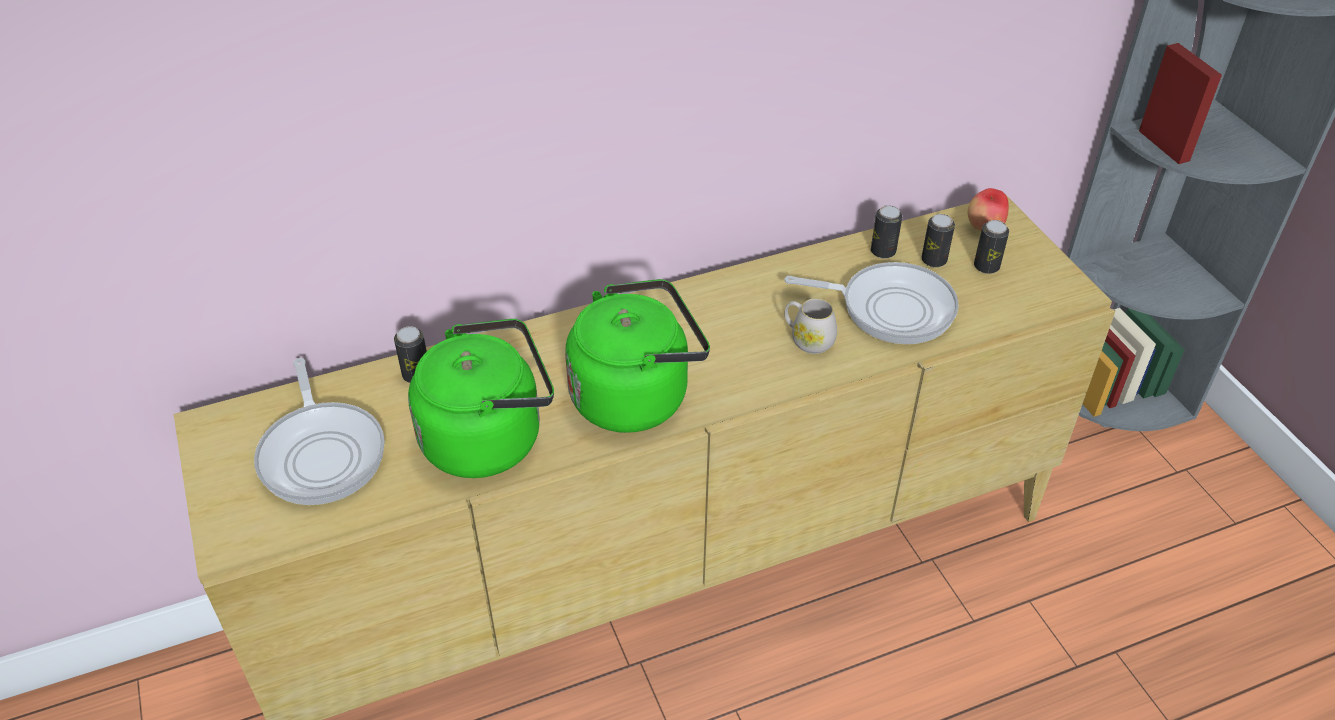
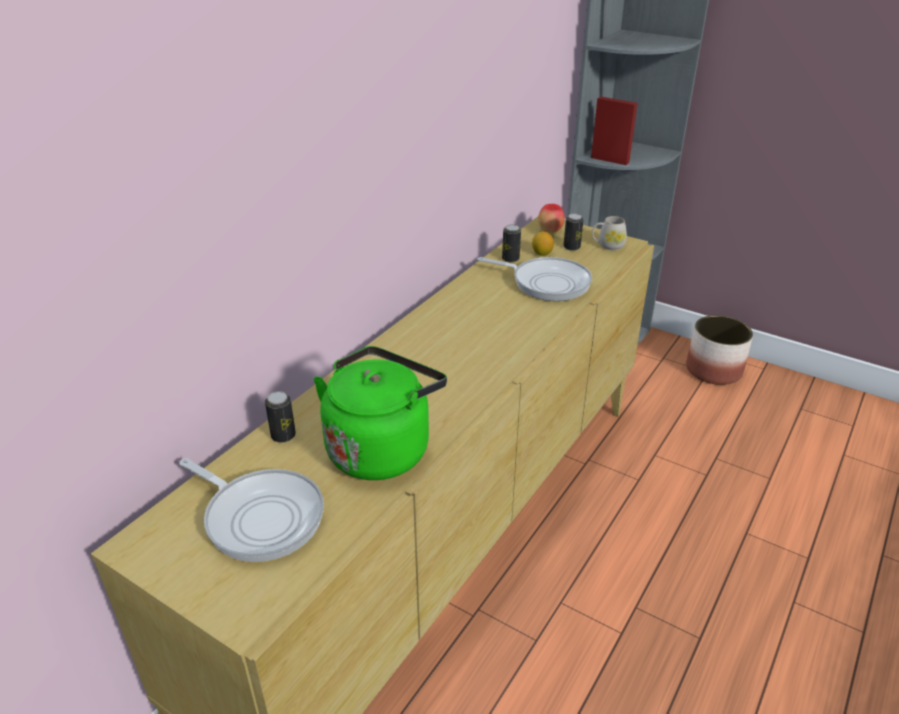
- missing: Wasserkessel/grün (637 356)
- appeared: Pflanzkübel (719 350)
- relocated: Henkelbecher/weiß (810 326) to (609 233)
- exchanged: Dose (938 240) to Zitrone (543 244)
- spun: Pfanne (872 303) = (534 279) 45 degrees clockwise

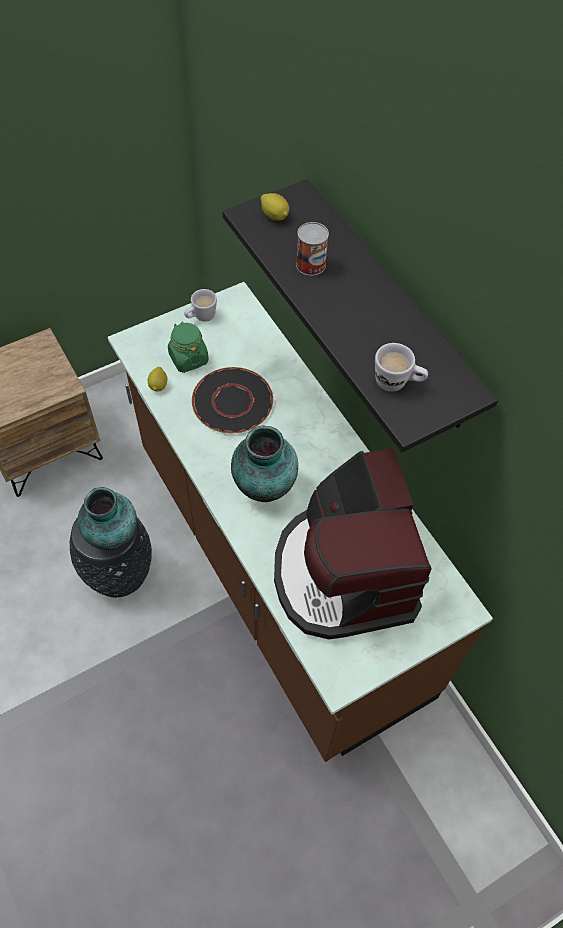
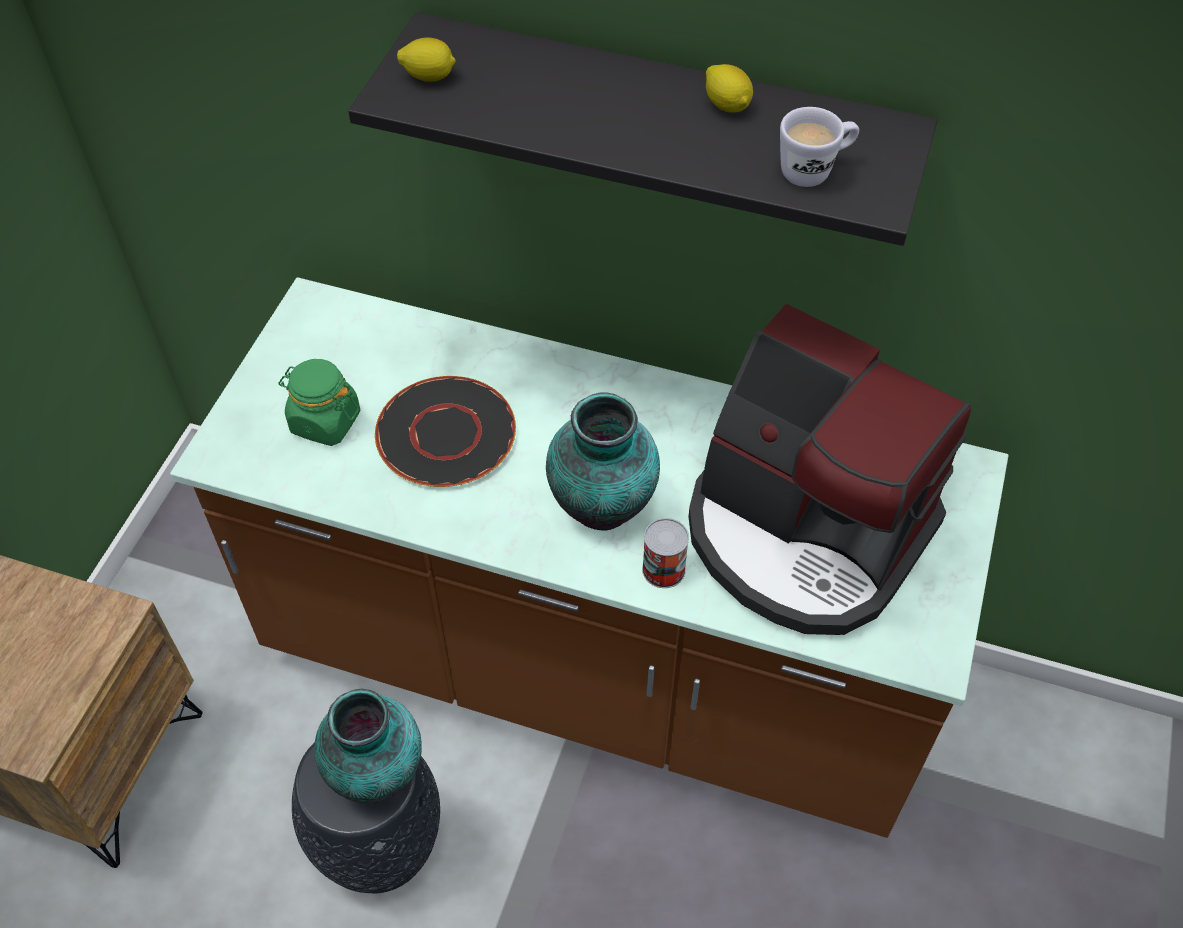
- missing: Henkelbecher/weiß (200 305)
- relocated: Zitrone (157 379) to (729 88)
- relocated: Dose (312 249) to (665 553)

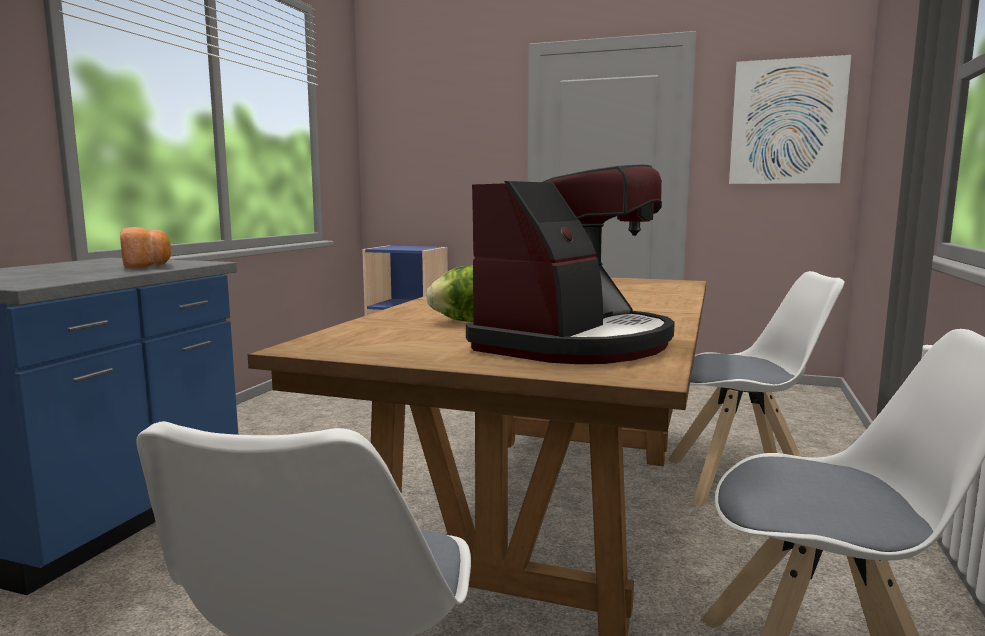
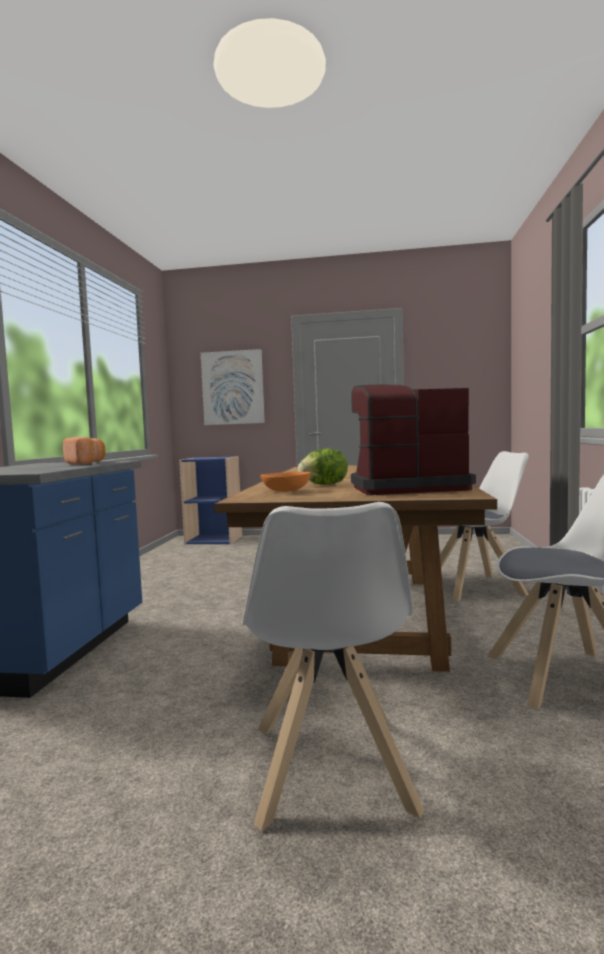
- appeared: Schüssel/orange (286 482)
- relocated: Bild (790 119) to (233 387)
- spun: Kaffeemaschine (570 264) = (413 440) 120 degrees counterclockwise

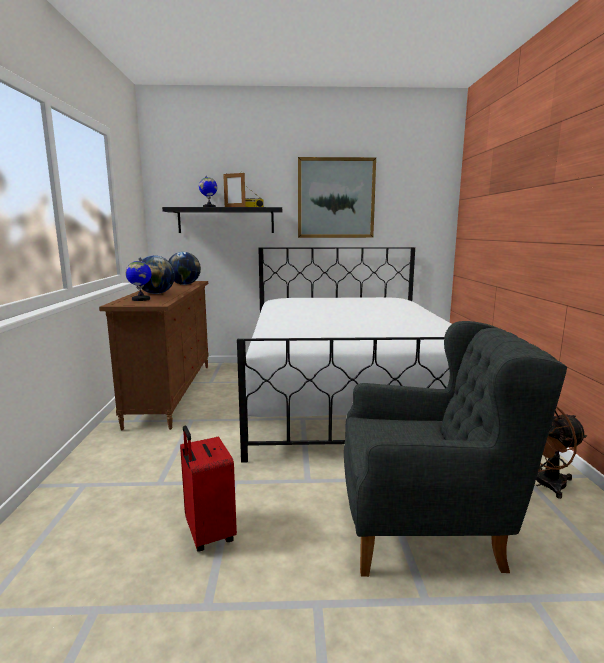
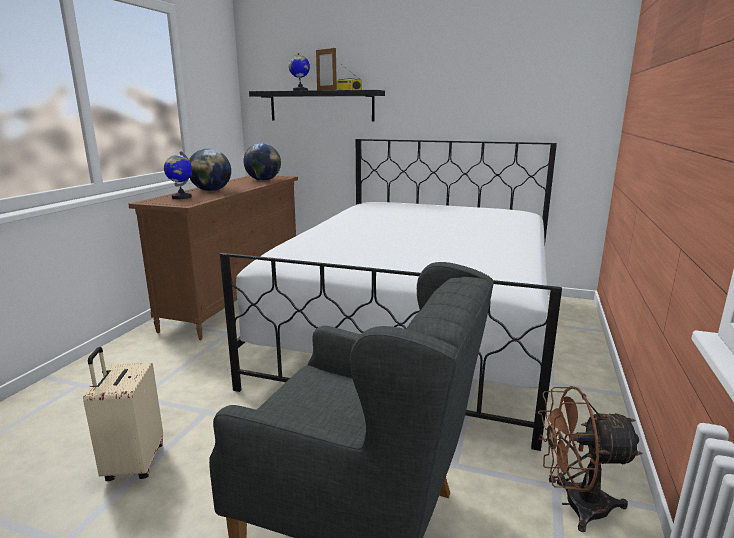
- missing: Bild (337 197)
- colour: Koffer/rot (208 489) to Koffer/beige (123 414)

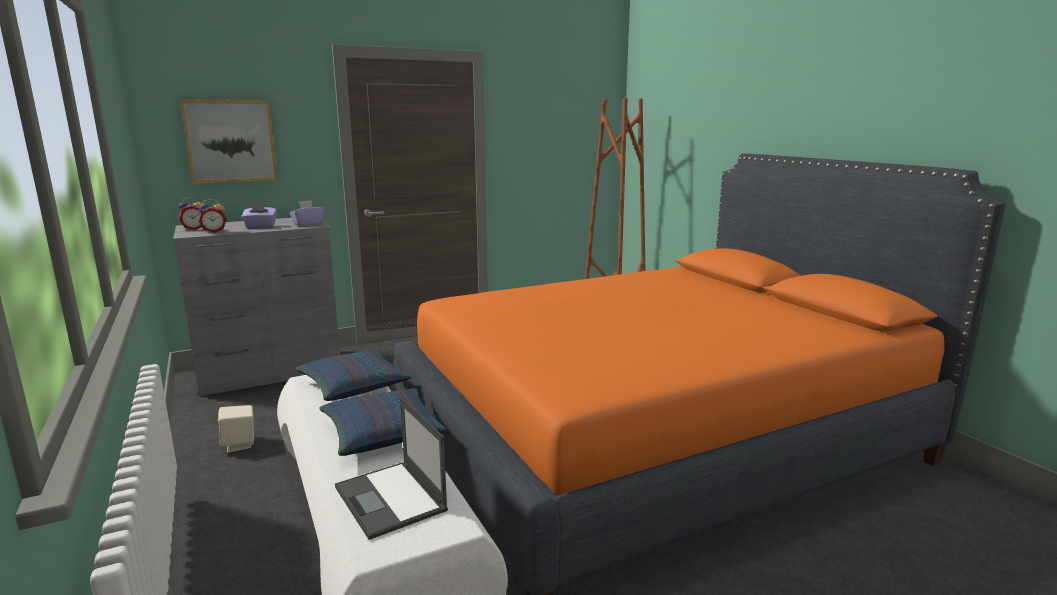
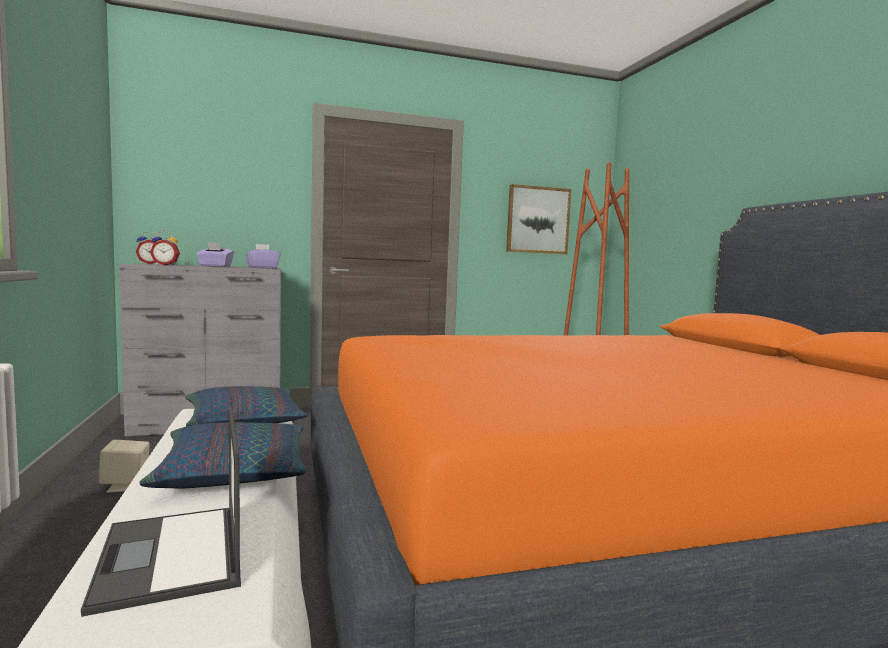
- relocated: Bild (229 141) to (538 219)

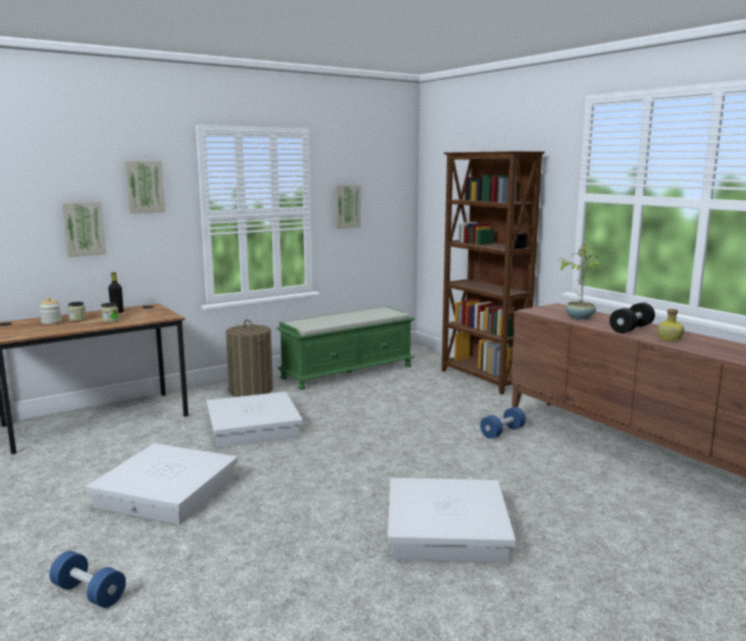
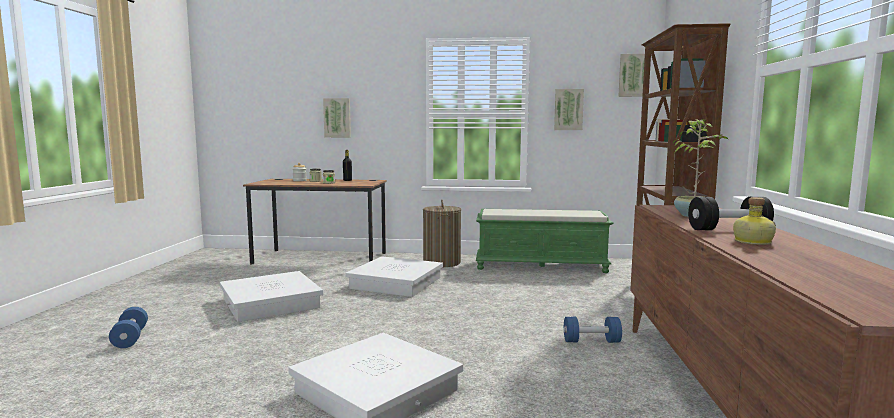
- relocated: Bild (145 187) to (631 75)

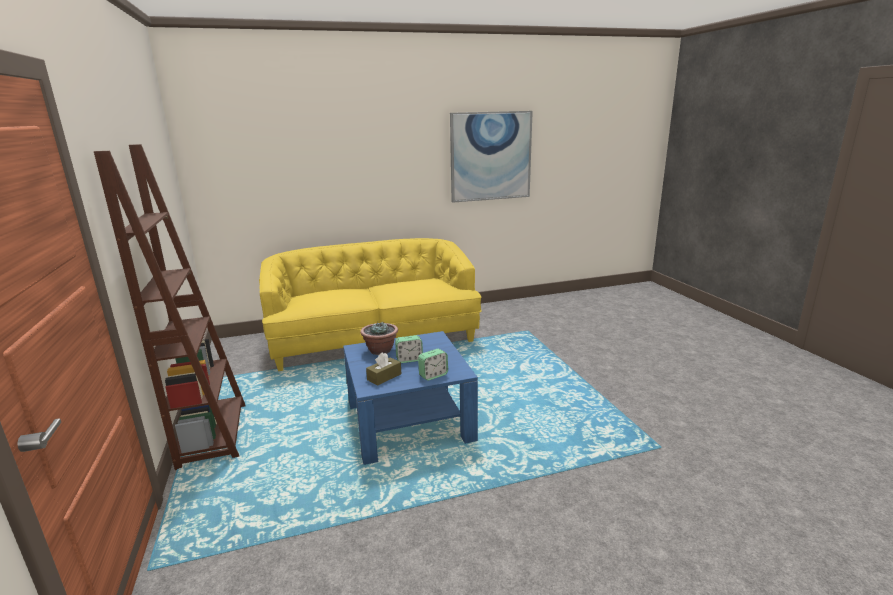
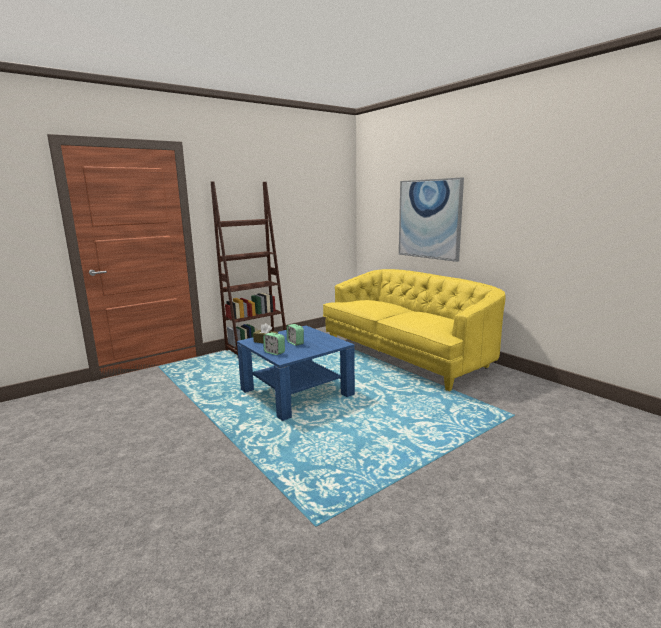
- missing: Topfpflanze (379 338)
- relocated: Bild (491 157) to (431 219)

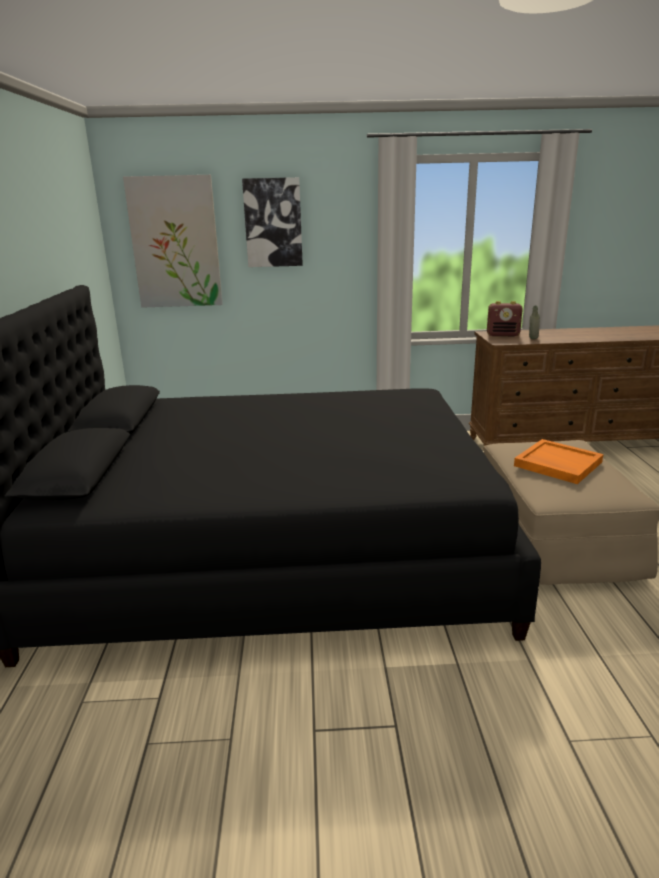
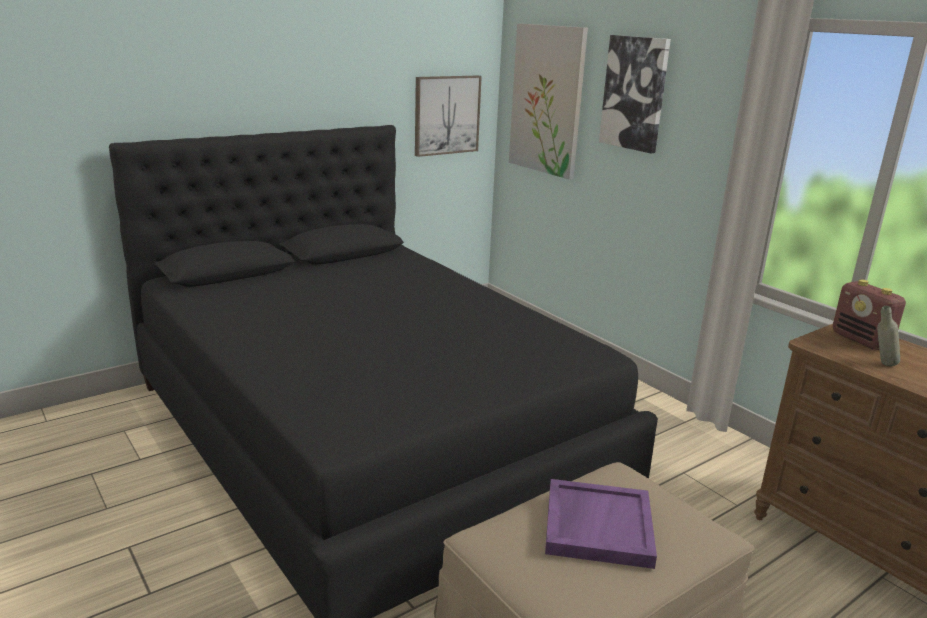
- appeared: Bild (448 116)
- colour: Tablett/orange (559 461) to Tablett/lila (601 524)

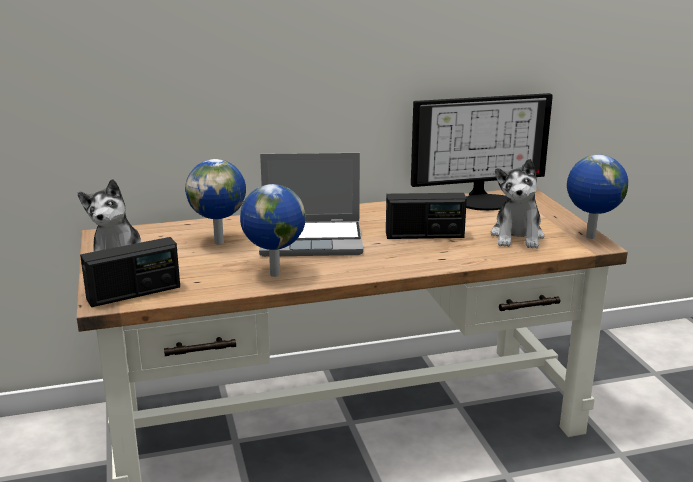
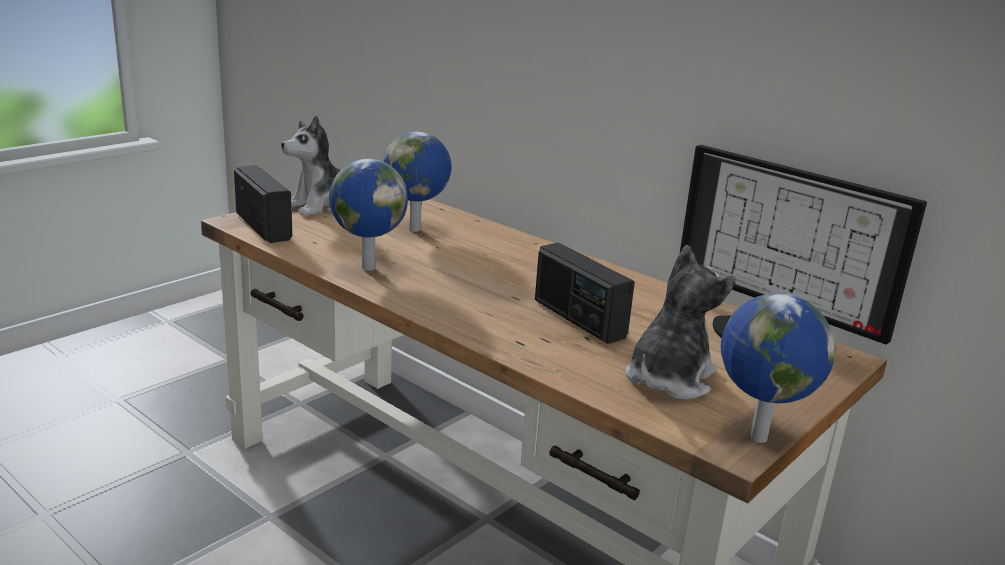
- missing: Laptop (311 205)
- spun: Radio (130 272) = (263 204) 150 degrees counterclockwise
- spun: Plüschtier (517 203) = (680 322) 150 degrees clockwise

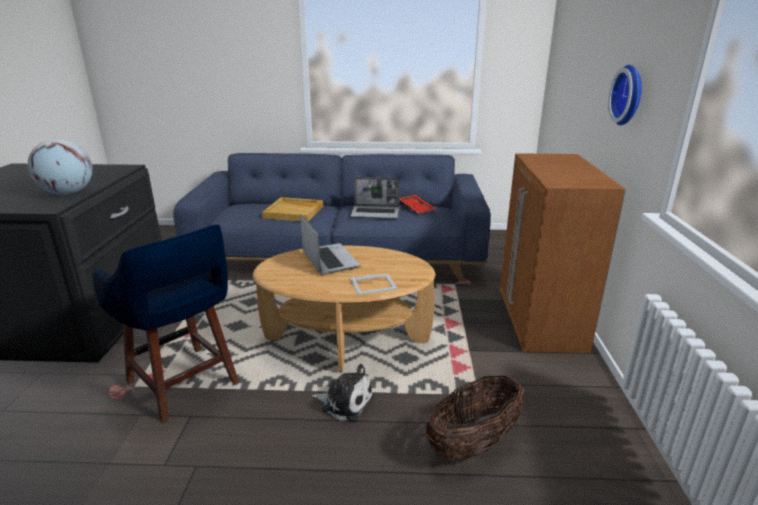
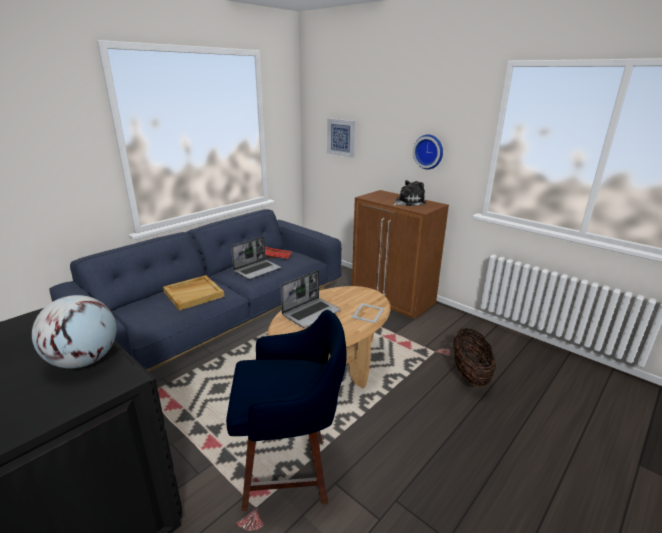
- appeared: Bild (341 137)
- relocated: Plüschtier (343 393) to (409 193)
- spun: Laptop (330 244) = (311 299) 120 degrees clockwise

